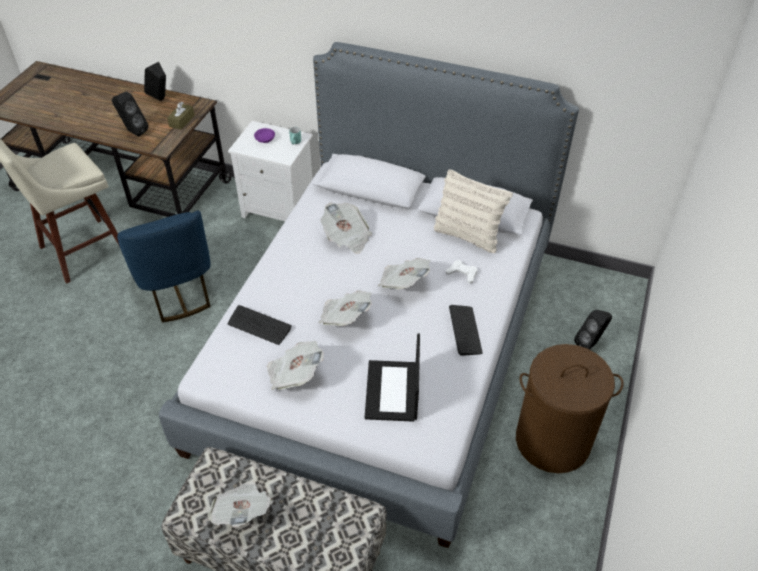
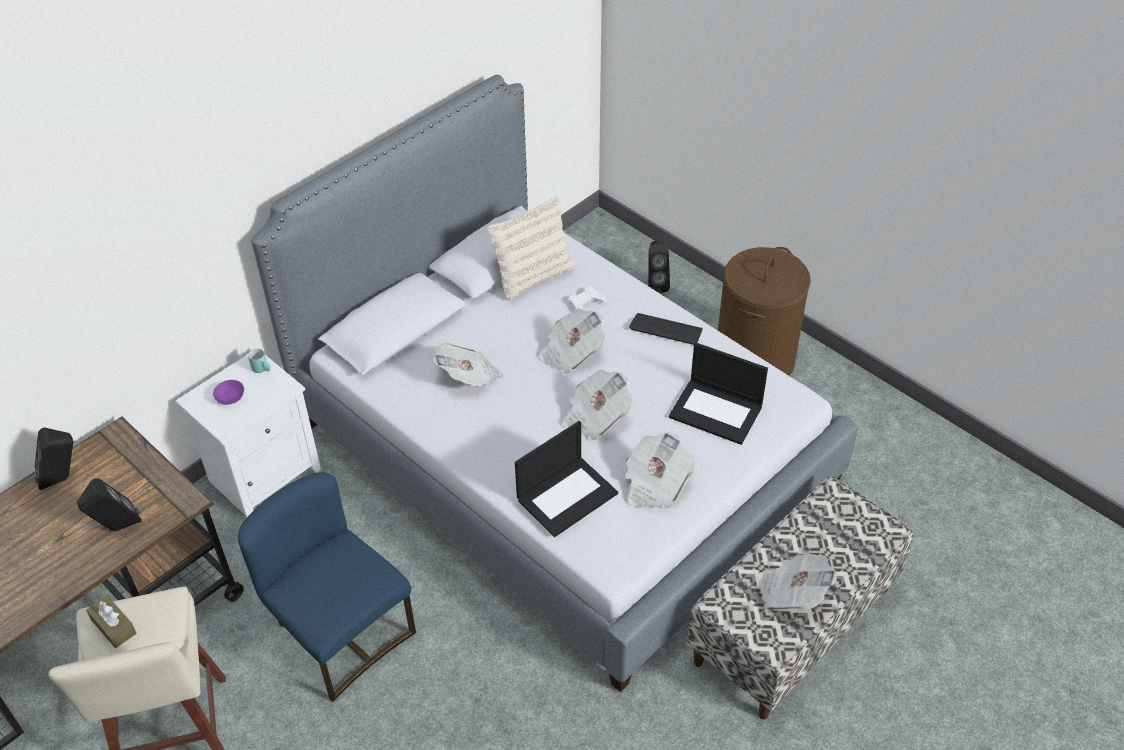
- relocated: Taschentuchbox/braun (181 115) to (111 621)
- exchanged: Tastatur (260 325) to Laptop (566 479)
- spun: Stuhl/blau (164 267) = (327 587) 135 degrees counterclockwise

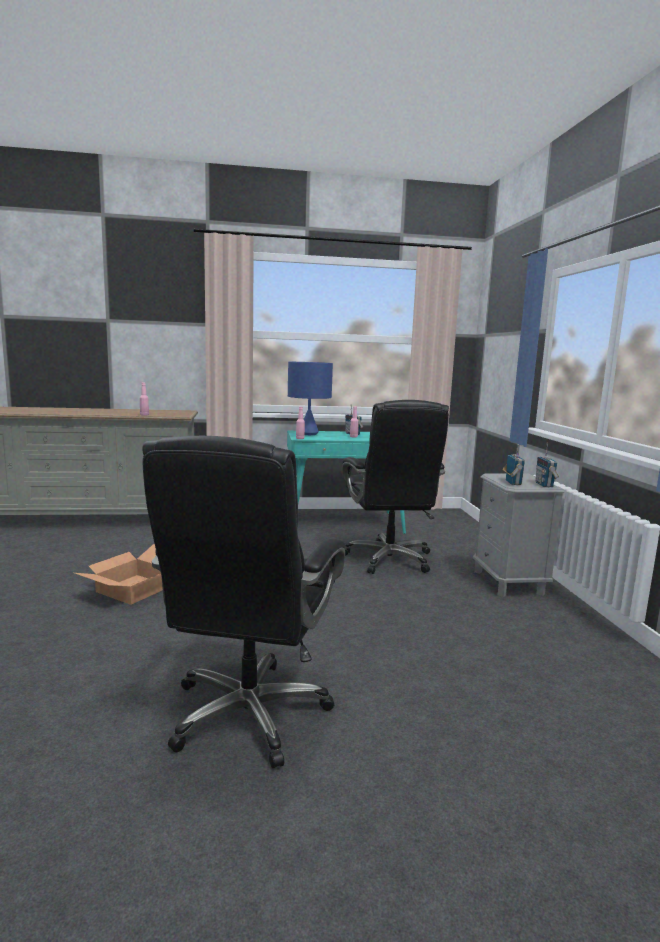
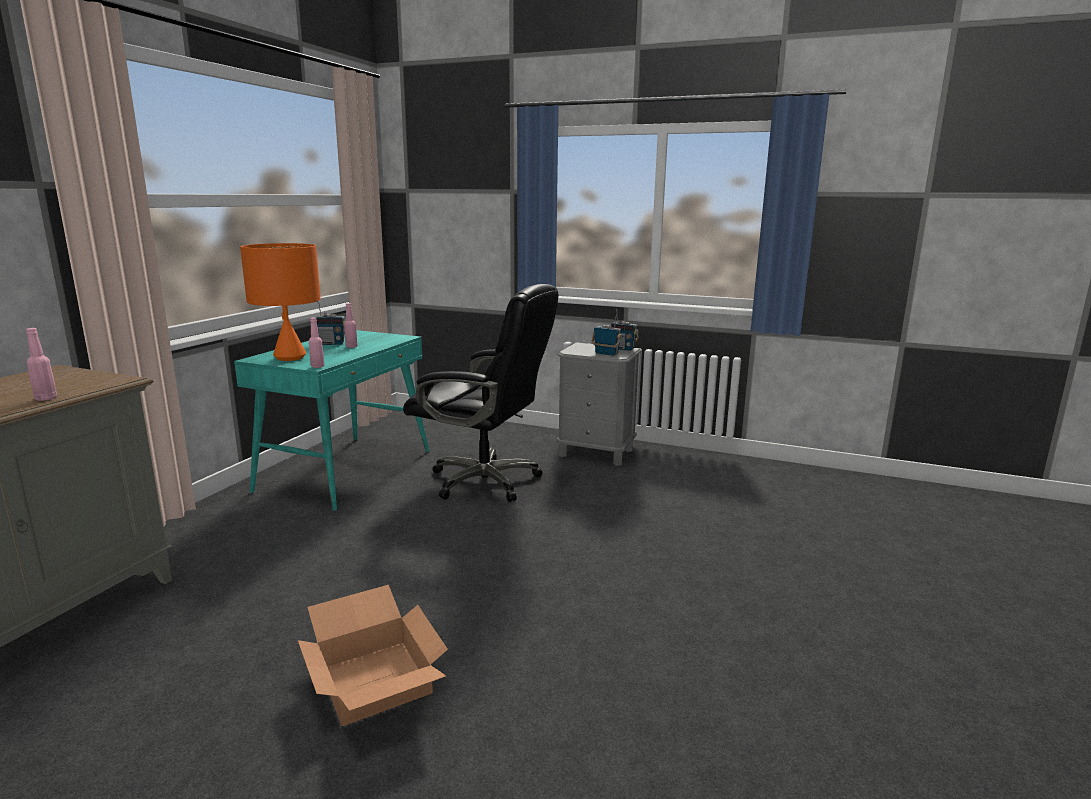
- missing: Bürostuhl/schwarz (243 602)
- colour: Tischlampe/blau (310 398) to Tischlampe/orange (280 302)

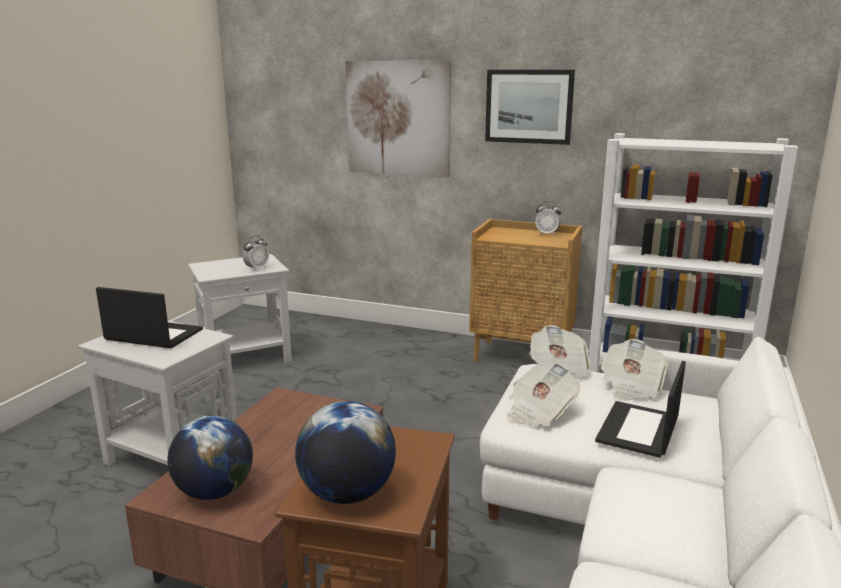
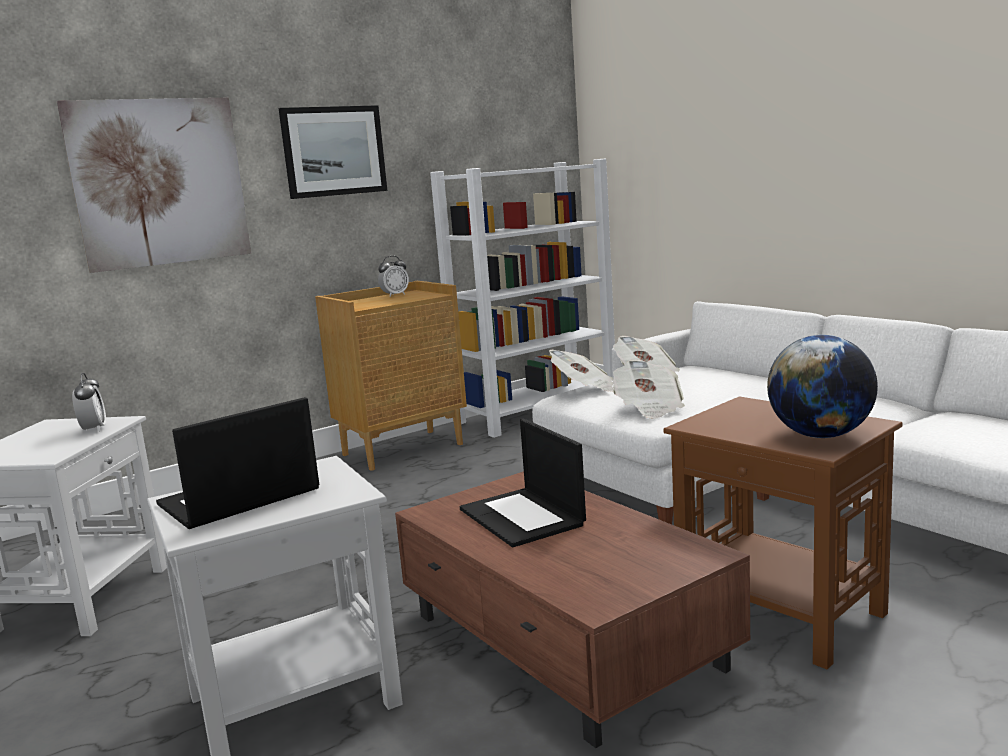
- missing: Globus (210 458)
- relocated: Laptop (640 409) to (523 483)

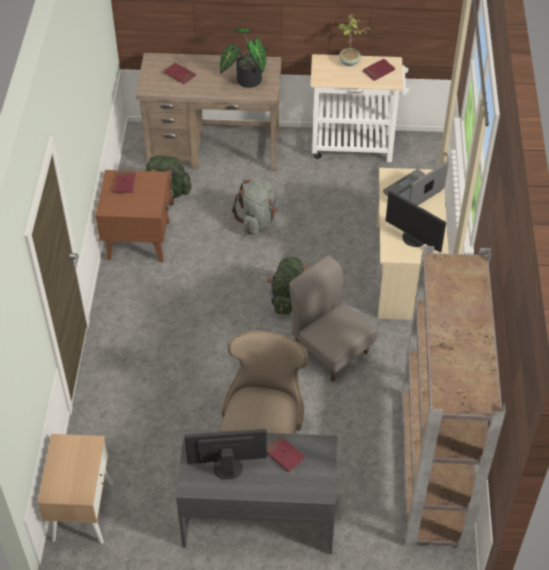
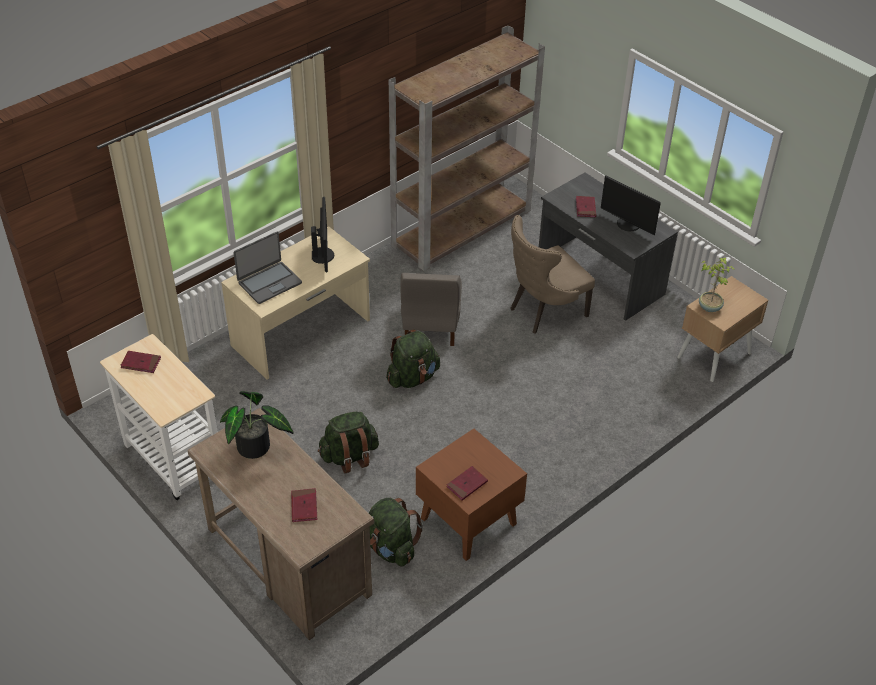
- relocated: Topfpflanze (354 40) to (717 285)
- colour: Rucksack/grau (255 206) to Rucksack/grün (348 442)
- spun: Laptop (415 184) = (267 268) 45 degrees counterclockwise

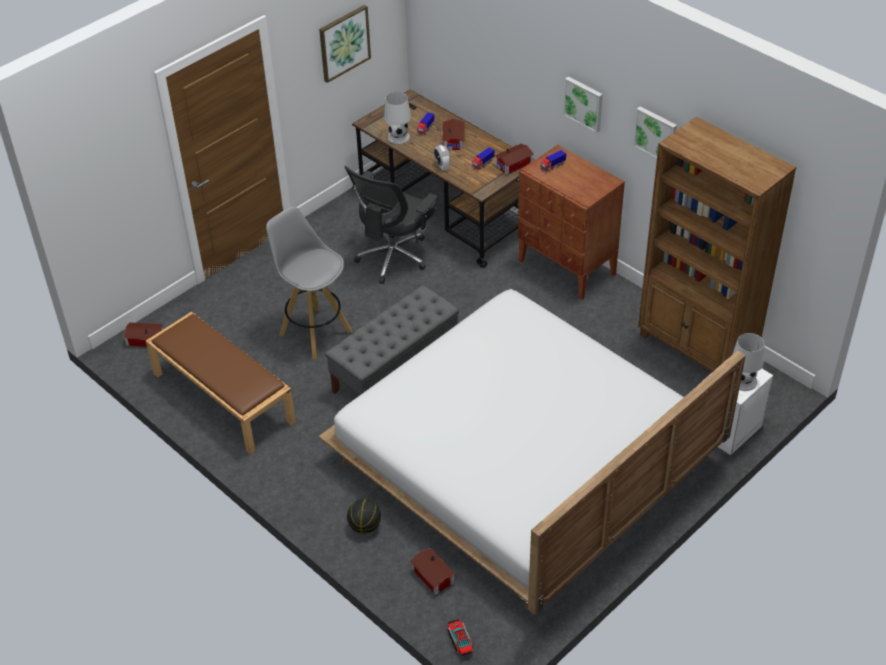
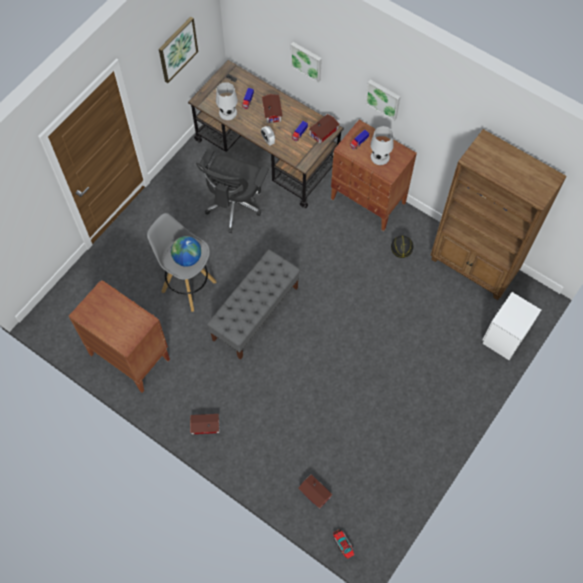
- missing: Bett/weiß (532 452)
- appeared: Globus (186 251)
- relocated: Spielzeughaus (143 334) to (204 424)
- relocated: Basketball (364 516) to (402 247)
- relocated: Bild (655 132) to (306 62)
- relocated: Tischlampe/weiß (748 362) to (381 145)
- exchanged: Bank/braun (221 383) to Kommode/braun (119 336)

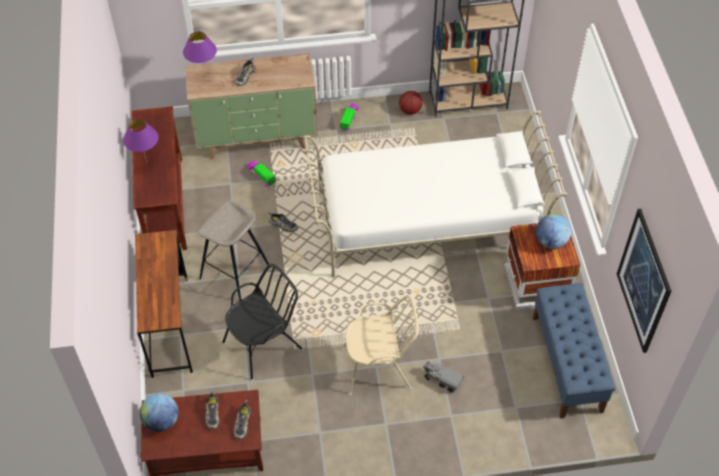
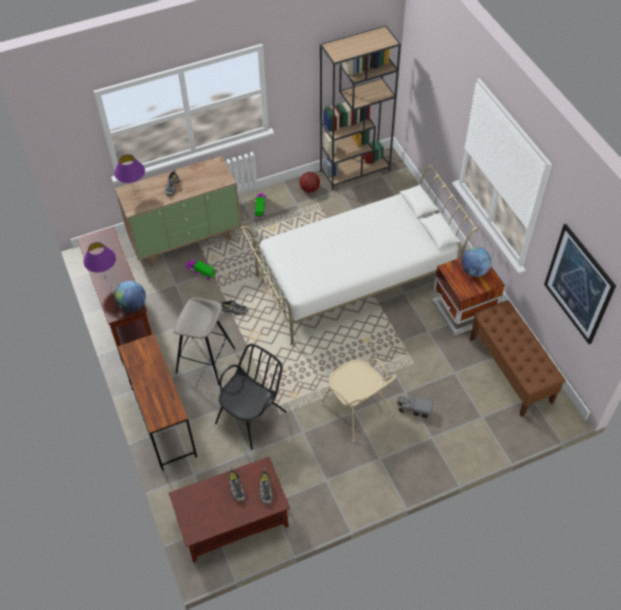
- relocated: Globus (159 412) to (130 296)
- colour: Bank/blau (574 351) to Bank/braun (518 358)
- spun: Stuhl/beige (380 345) = (358 400) 75 degrees clockwise

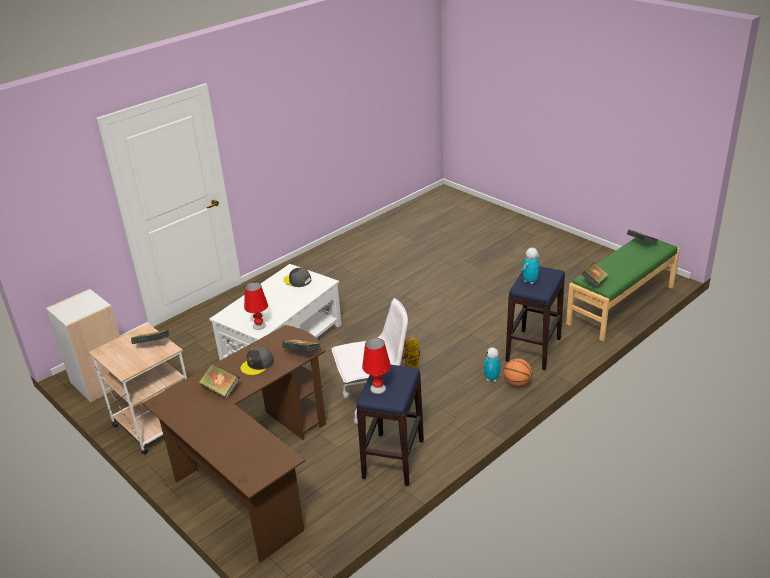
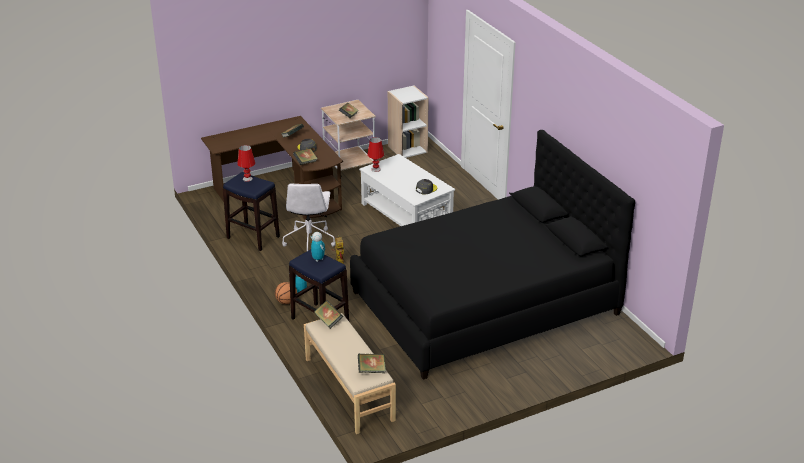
- appeared: Bett/schwarz (492 255)
- colour: Bank/grün (623 289) to Bank/beige (350 373)

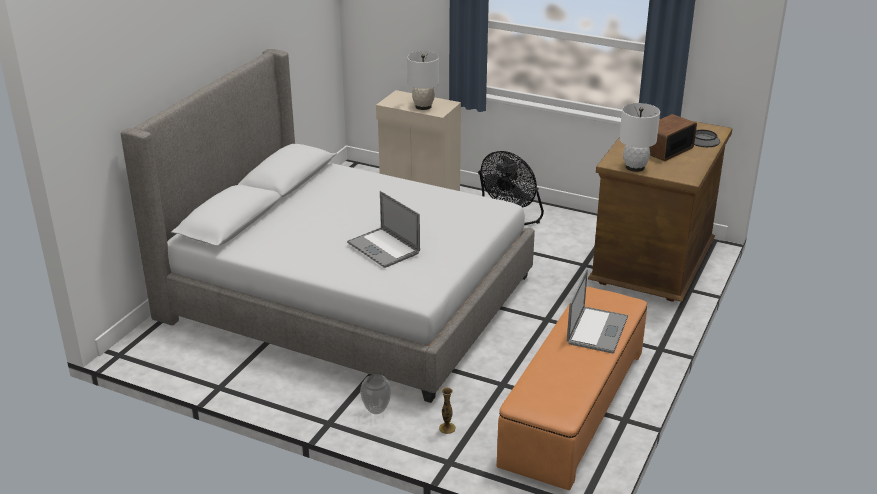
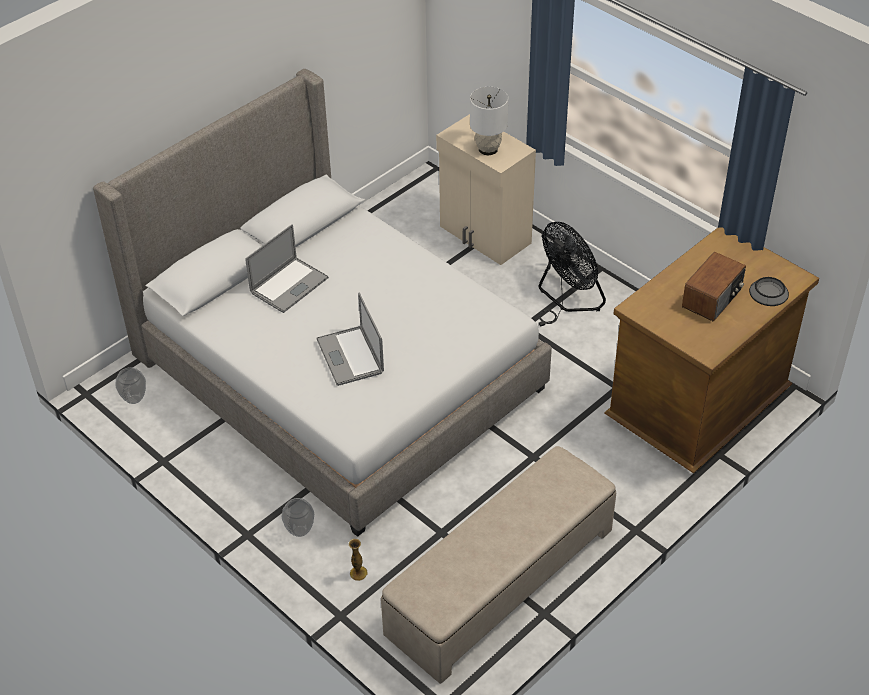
- missing: Tischlampe/weiß (639 137)
- appeared: Vase (130 385)
- relocated: Laptop (597 311) to (287 268)
- colour: Bank/orange (572 388) to Bank/beige (498 565)
- spun: Radio (673 137) = (714 286) 150 degrees clockwise

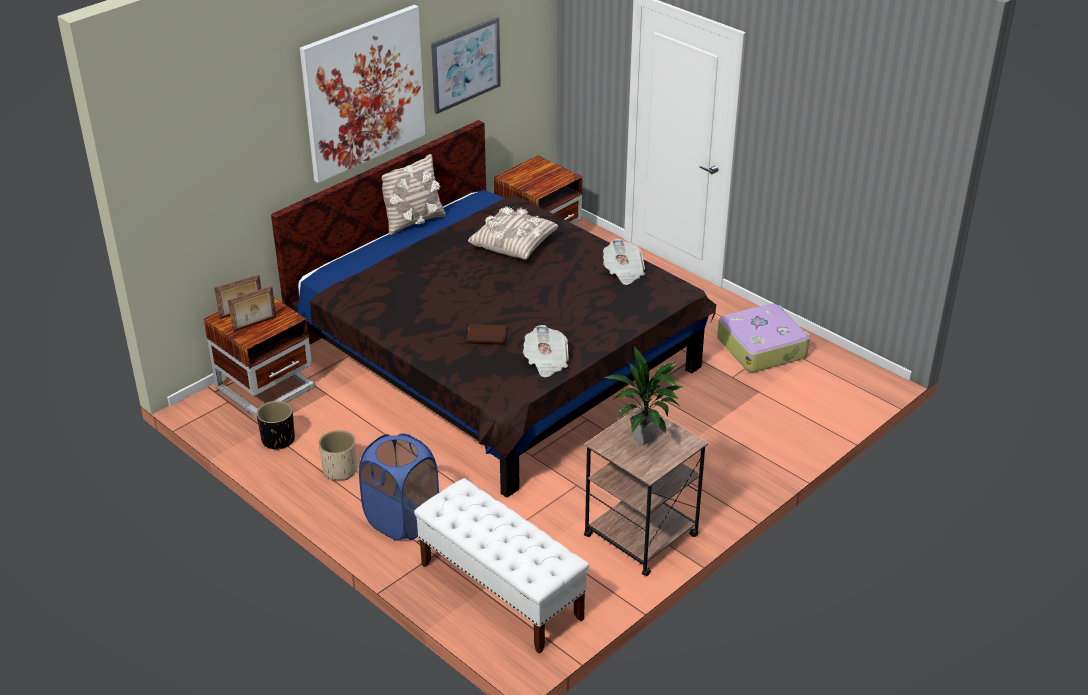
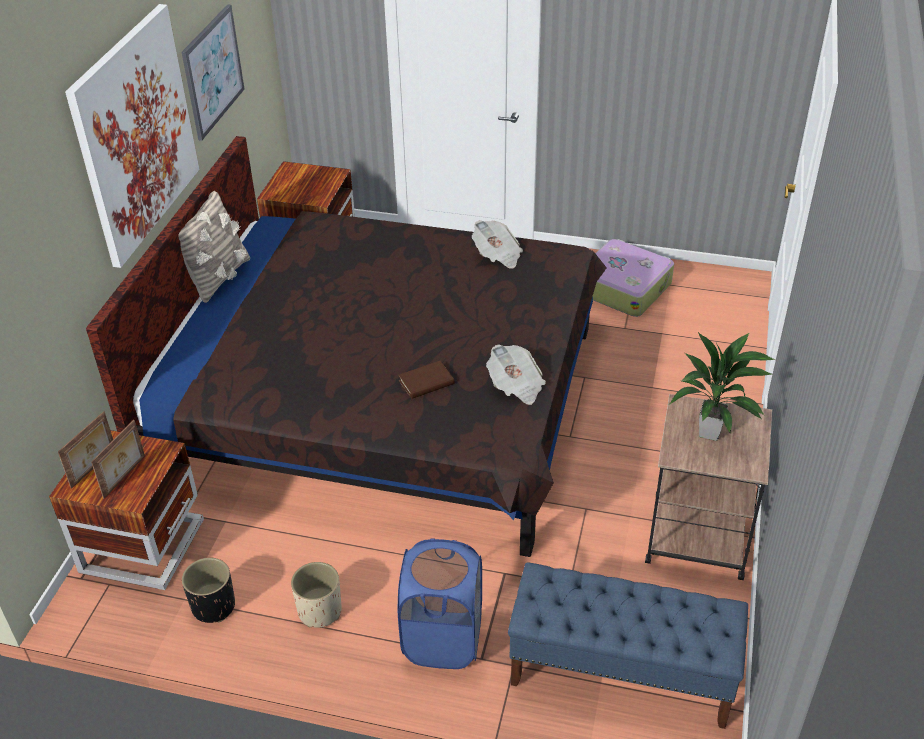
- missing: Kissen/beige (513 233)
- colour: Bank/weiß (501 566) to Bank/blau (628 645)

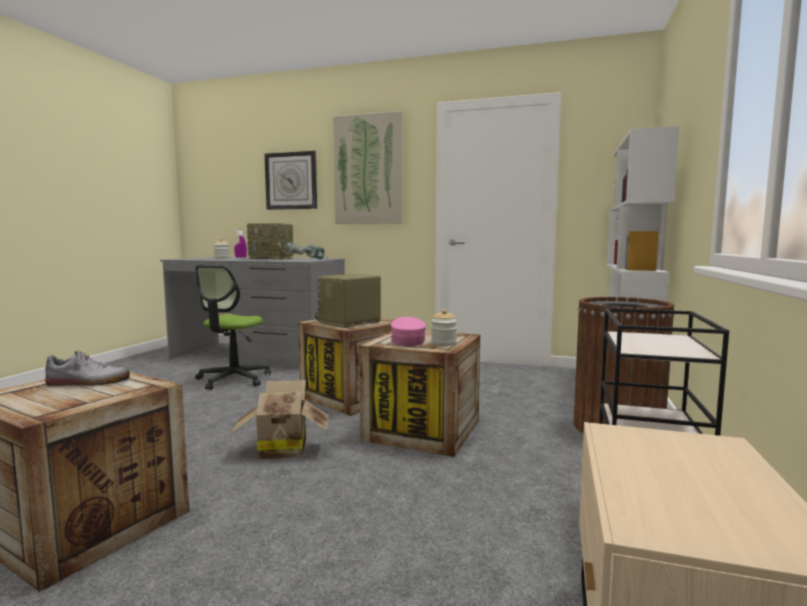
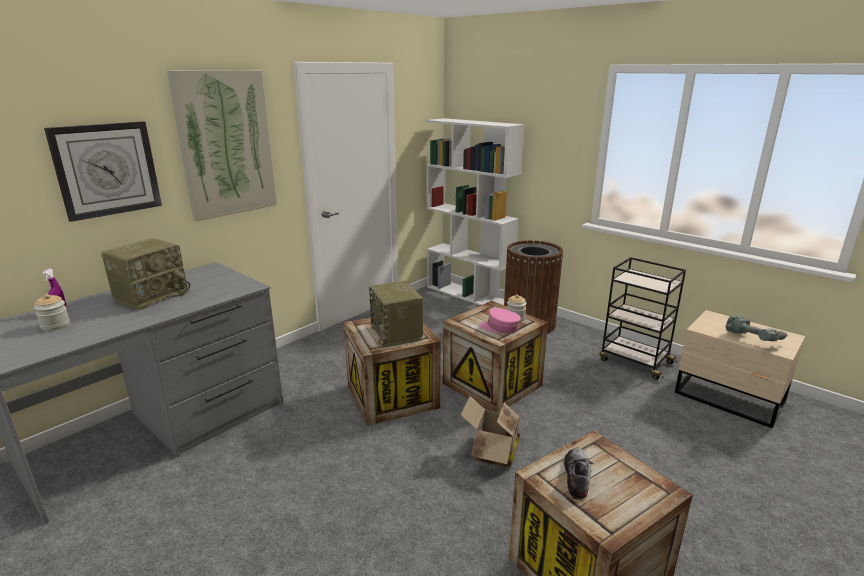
- missing: Bürostuhl (233 327)
- relocated: Bohrmaschine (306 250) to (757 329)

